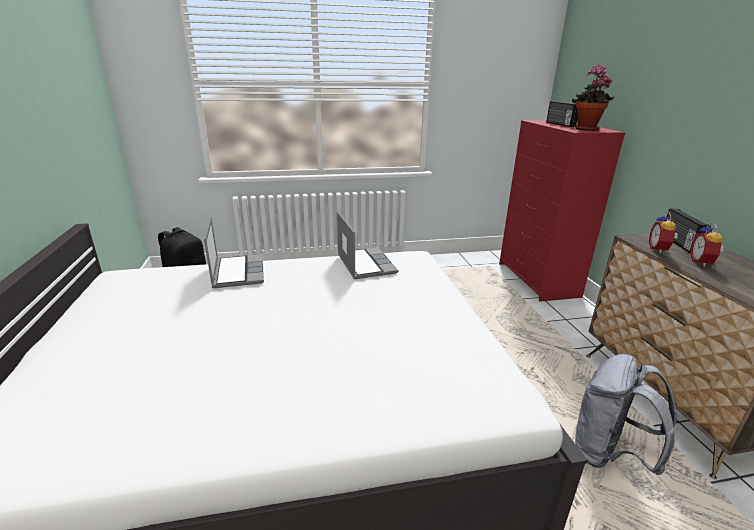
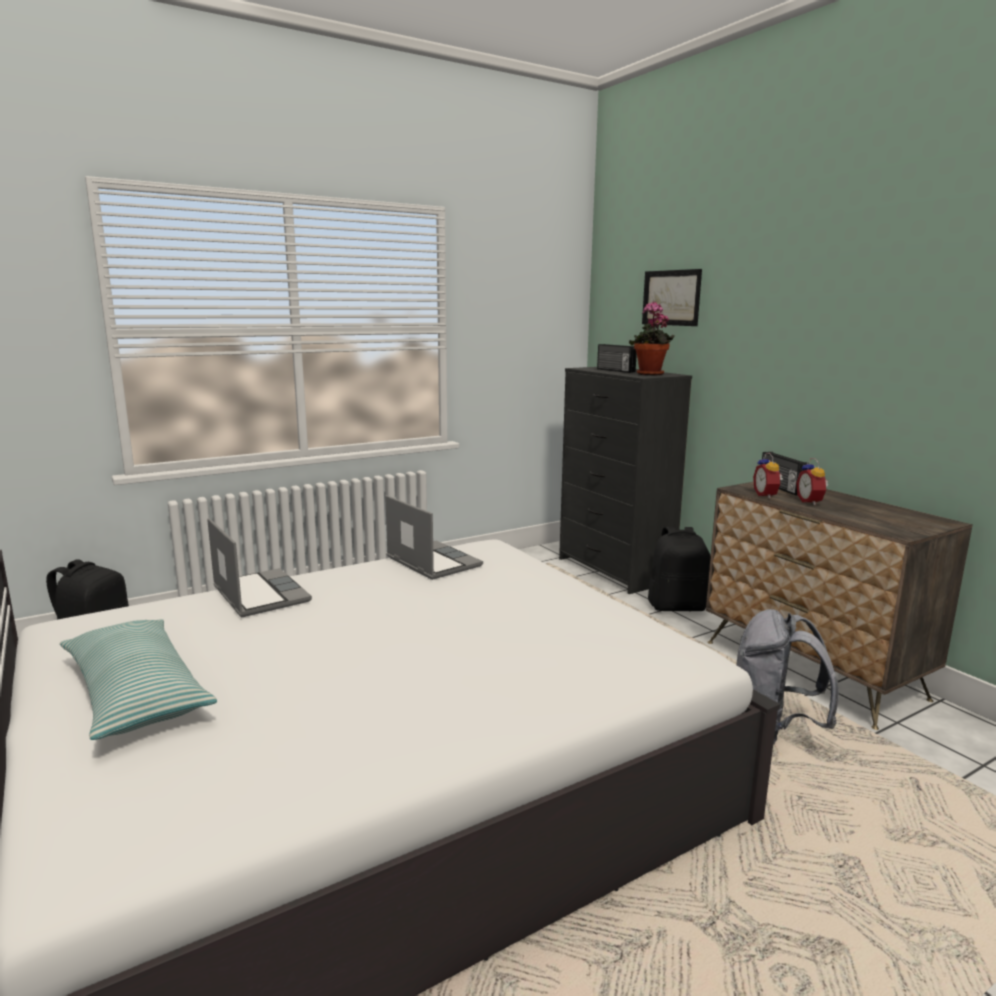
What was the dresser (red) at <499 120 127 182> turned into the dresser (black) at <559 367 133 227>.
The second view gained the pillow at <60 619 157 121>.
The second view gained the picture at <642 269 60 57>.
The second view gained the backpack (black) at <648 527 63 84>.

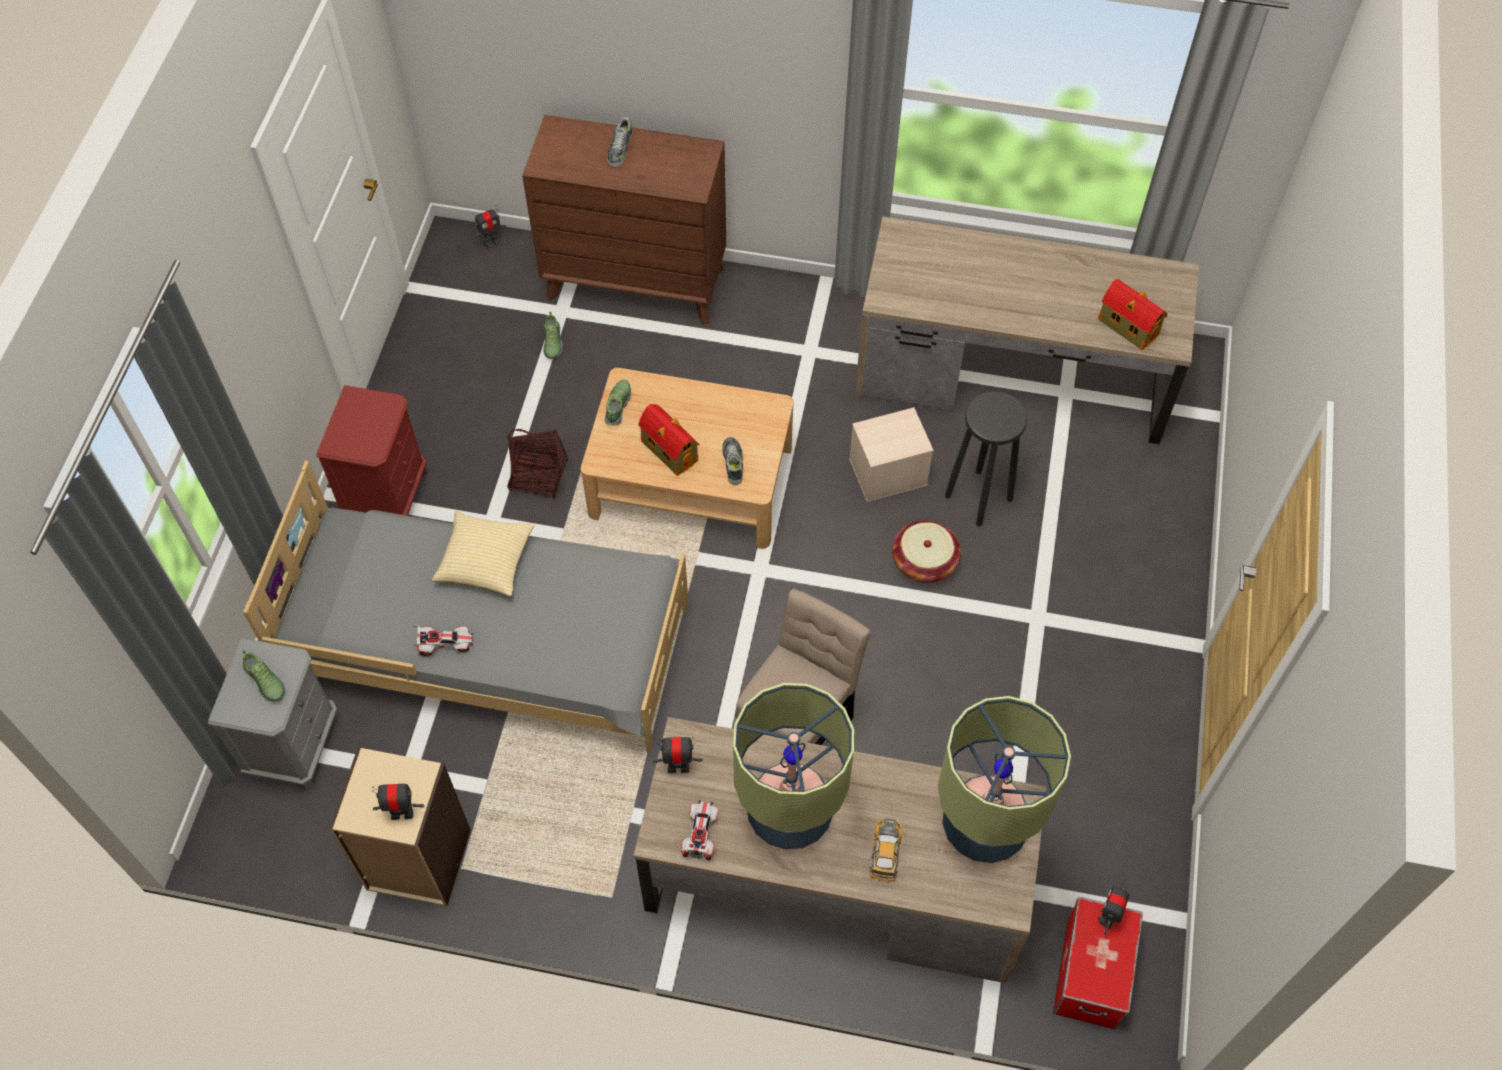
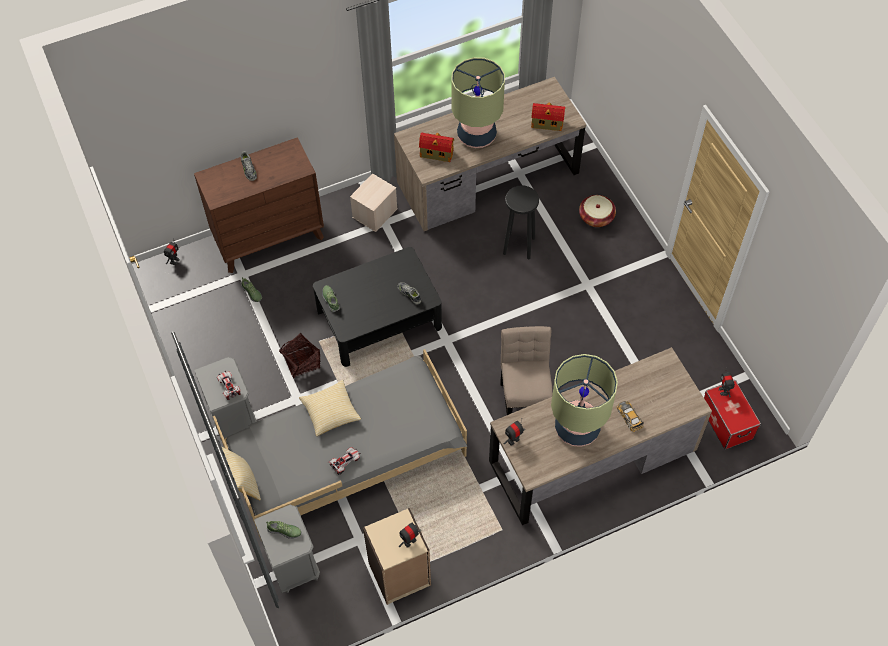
What was the nightstand (red) at <317 385 110 131> turned into the nightstand (grey) at <194 357 63 84>.
What was the coffee table (beige) at <581 368 213 181> turned into the coffee table (black) at <313 247 129 120>.
The toy house ended up elsewhere, having gone from <638 404 61 72> to <419 133 35 29>.
The toy car ended up elsewhere, having gone from <681 800 38 60> to <217 371 24 29>.
The storage box (beige) ended up elsewhere, having gone from <849 407 85 95> to <350 173 48 59>.
The basket ended up elsewhere, having gone from <892 520 69 63> to <579 195 37 32>.
The table lamp ended up elsewhere, having gone from <937 696 134 168> to <451 57 54 91>.
The second view gained the pillow at <222 447 39 53>.

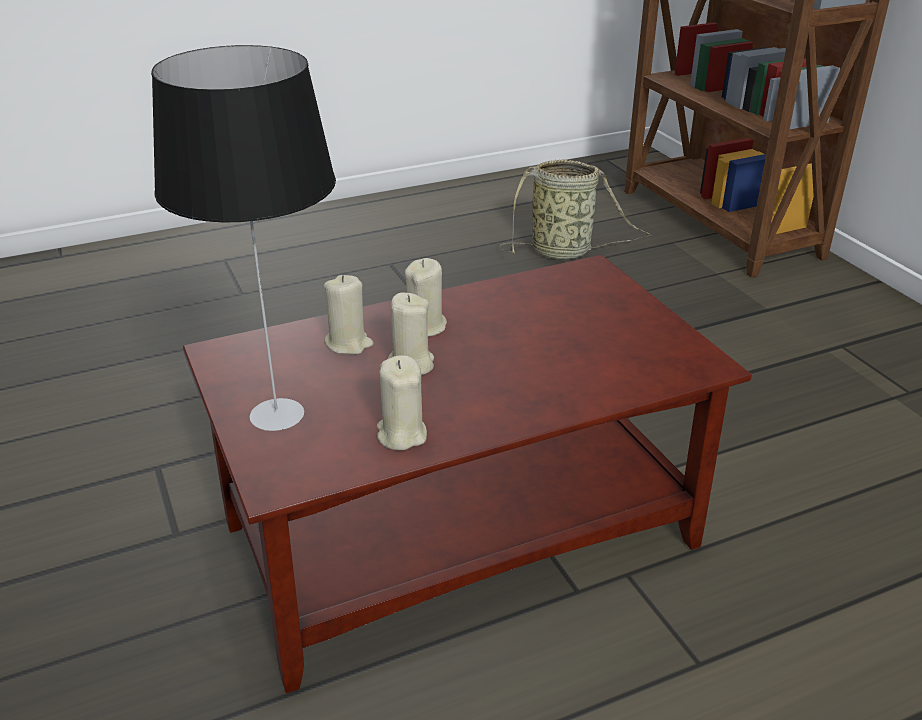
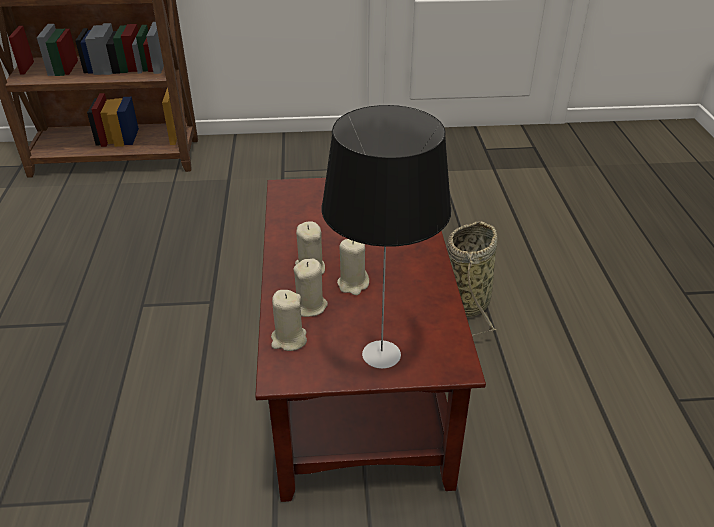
The candle (beige) ended up elsewhere, having gone from <377 355 50 95> to <271 290 36 61>.
The basket ended up elsewhere, having gone from <500 159 151 100> to <447 221 50 114>.

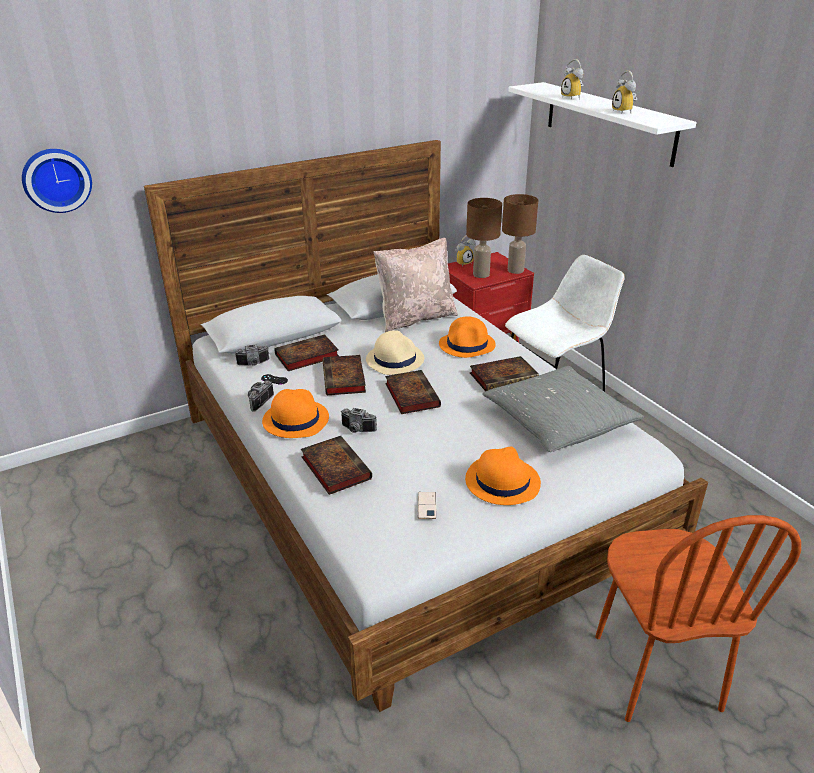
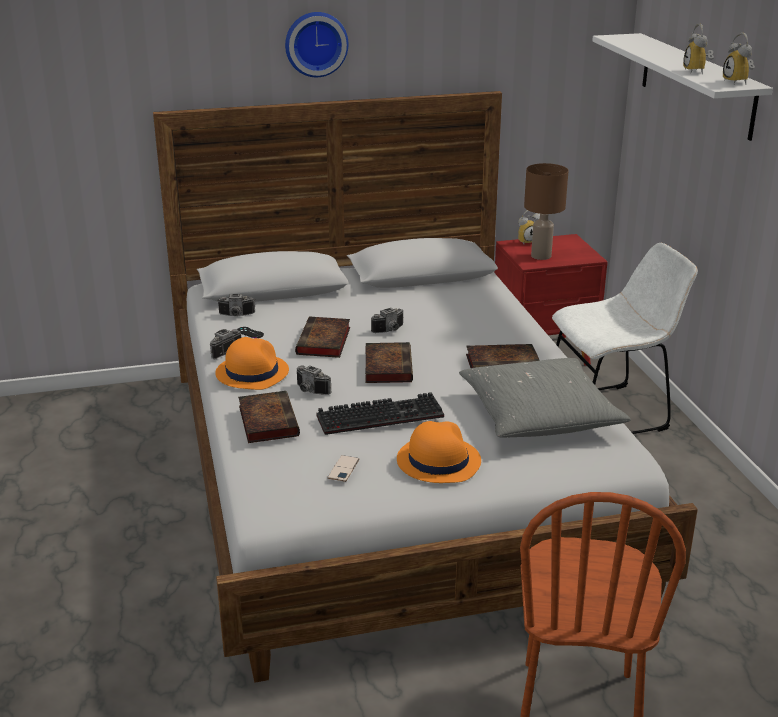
The wall clock ended up elsewhere, having gone from <22 149 70 64> to <285 12 63 65>.
The second view lost the book at <274 334 65 37>.
Where the hat (beige) stood at <366 330 58 45>, the photo camera came to stand at <371 308 33 25>.
The second view lost the pillow (beige) at <374 238 84 94>.
The second view lost the hat (orange) at <439 316 57 42>.
The second view lost the table lamp (brown) at <502 194 36 80>.
The alarm clock ended up elsewhere, having gone from <561 59 23 41> to <723 33 32 52>.
The second view gained the keyboard at <317 392 127 43>.

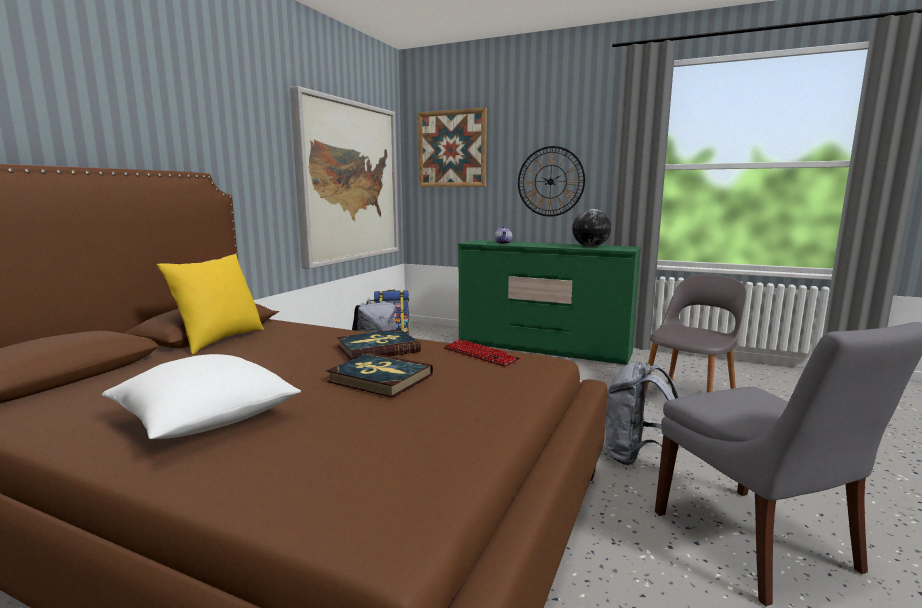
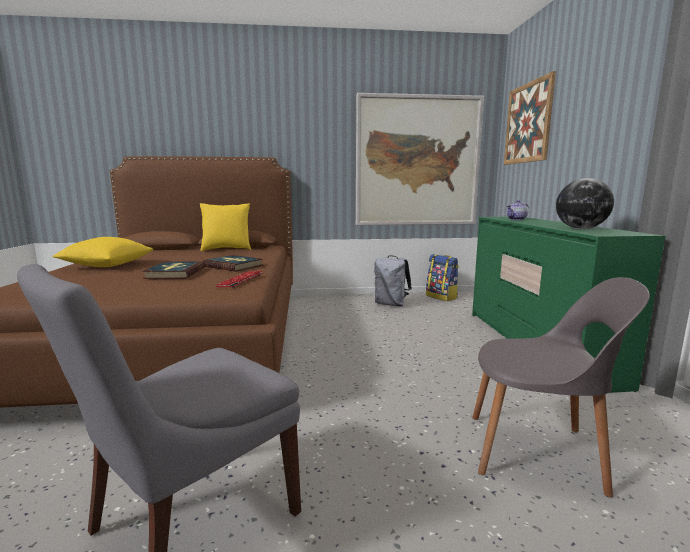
What was the pillow (white) at <102 354 199 85> turned into the pillow (yellow) at <52 237 101 30>.
The second view lost the wall clock at <518 146 67 71>.
The second view lost the backpack (grey) at <605 362 74 103>.

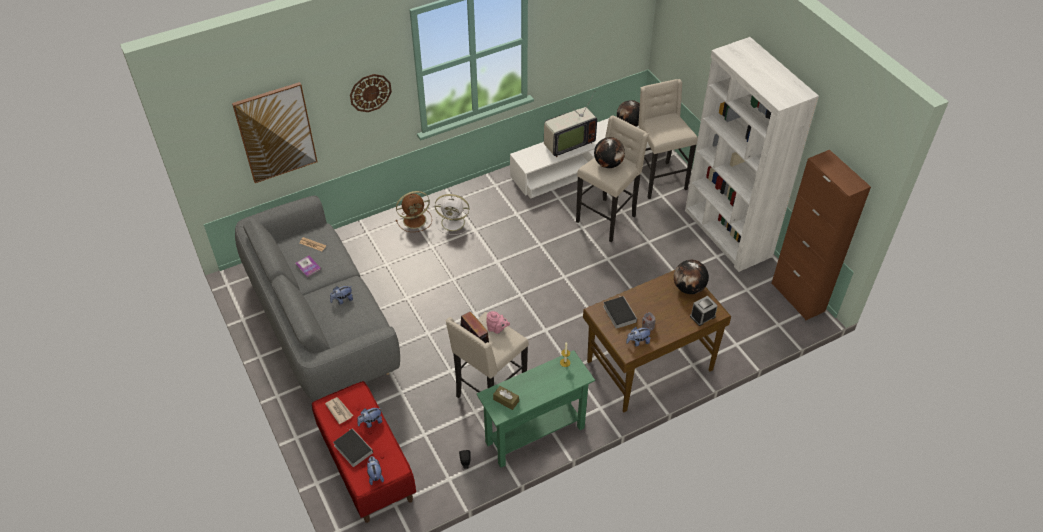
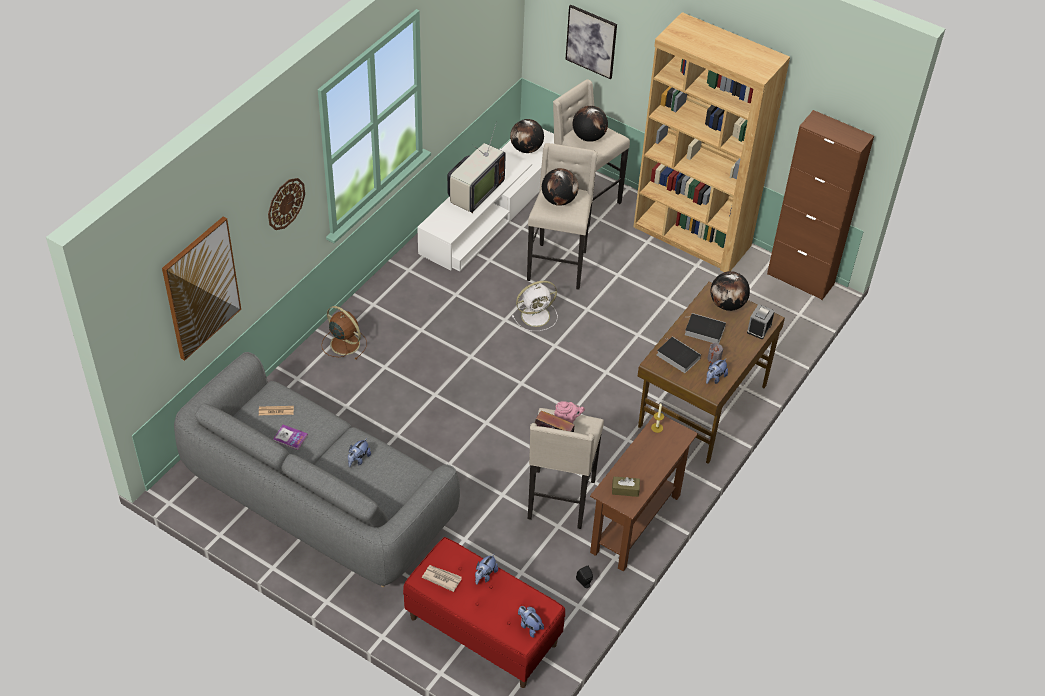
The book ended up elsewhere, having gone from <333 428 40 39> to <685 313 41 31>.
The fan (brown) at <396 191 36 41> ended up facing another way, 90 degrees counterclockwise from before.
The fan (white) ended up elsewhere, having gone from <435 194 36 41> to <512 281 46 50>.
What was the console table (green) at <476 350 119 118> turned into the console table (brown) at <590 412 108 160>.
What was the bookcase (white) at <685 37 134 235> turned into the bookcase (brown) at <633 12 157 260>.
The second view gained the picture at <565 5 52 74>.
The second view gained the globe at <572 106 36 36>.

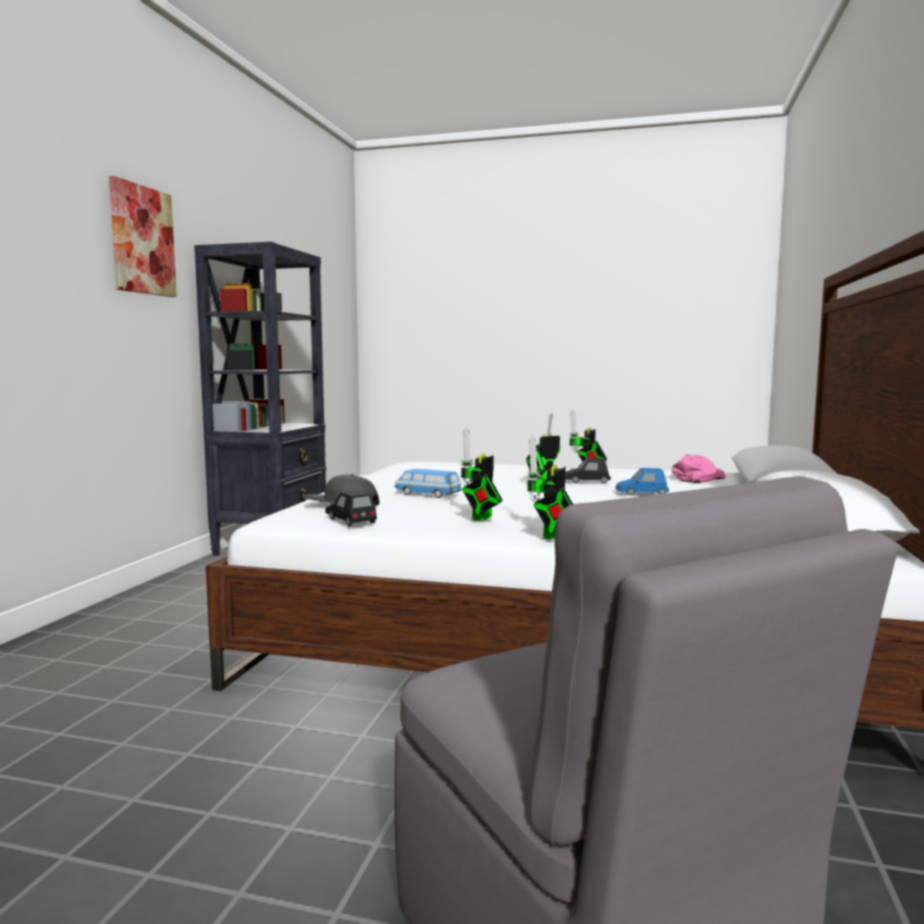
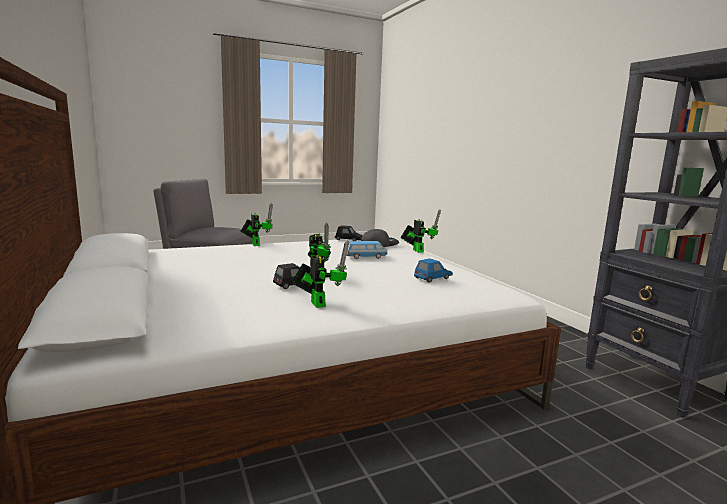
The second view lost the picture at <109 176 68 121>.
The toy robot ended up elsewhere, having gone from <460 427 42 94> to <401 210 40 43>.
The toy car (blue) ended up elsewhere, having gone from <615 468 54 28> to <414 259 39 24>.
The second view lost the cap (pink) at <671 455 54 28>.

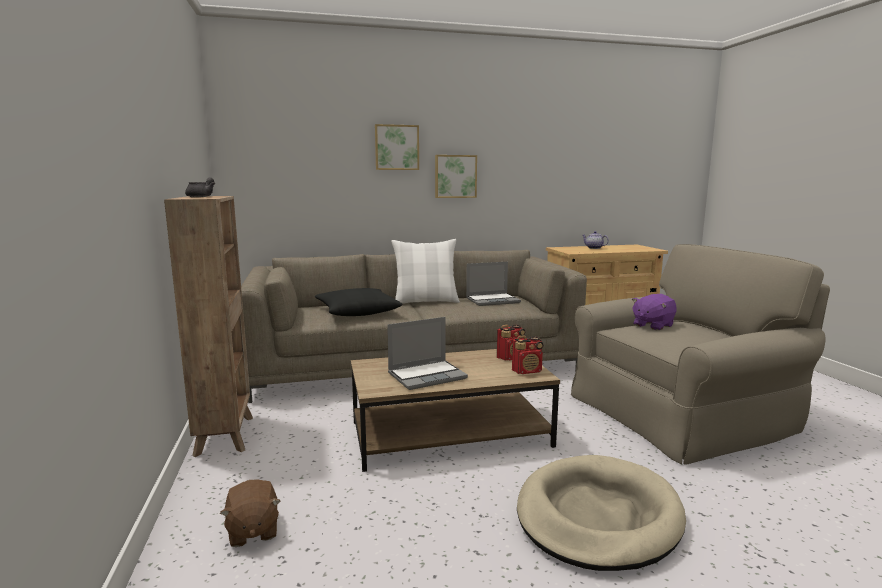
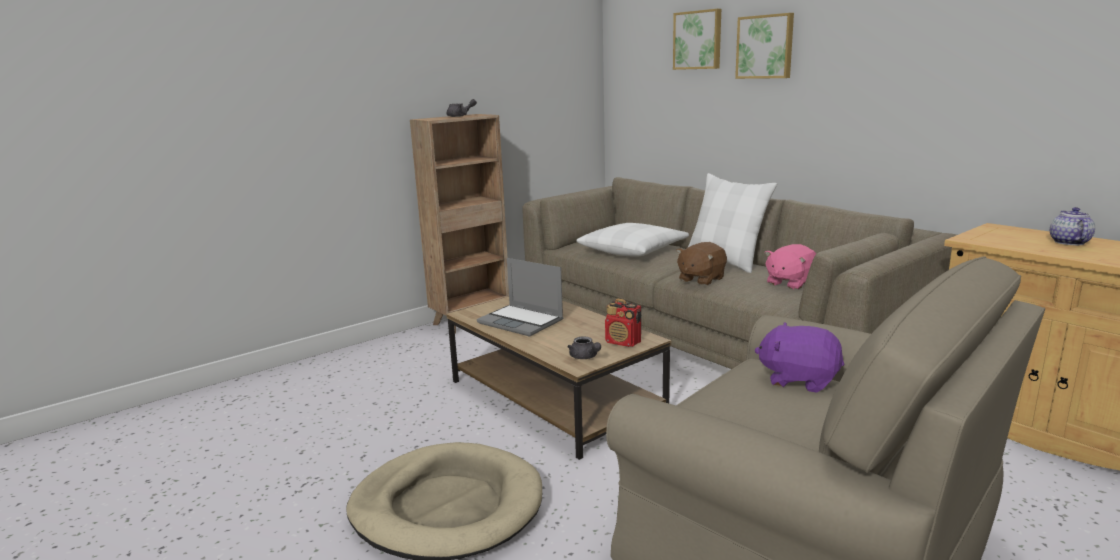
The plush toy (brown) ended up elsewhere, having gone from <220 479 60 68> to <676 242 51 44>.
What was the pillow (black) at <315 288 87 28> turned into the pillow (white) at <576 223 113 34>.
The picture ended up elsewhere, having gone from <435 155 42 43> to <673 9 48 61>.
Where the laptop stood at <466 262 55 44>, the plush toy (pink) came to stand at <765 244 51 46>.
Where the radio stood at <512 335 32 39>, the teapot (grey) came to stand at <567 336 34 23>.

